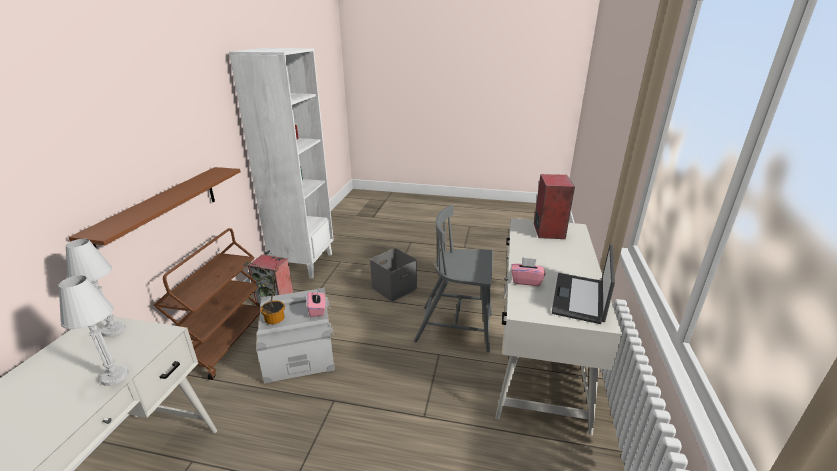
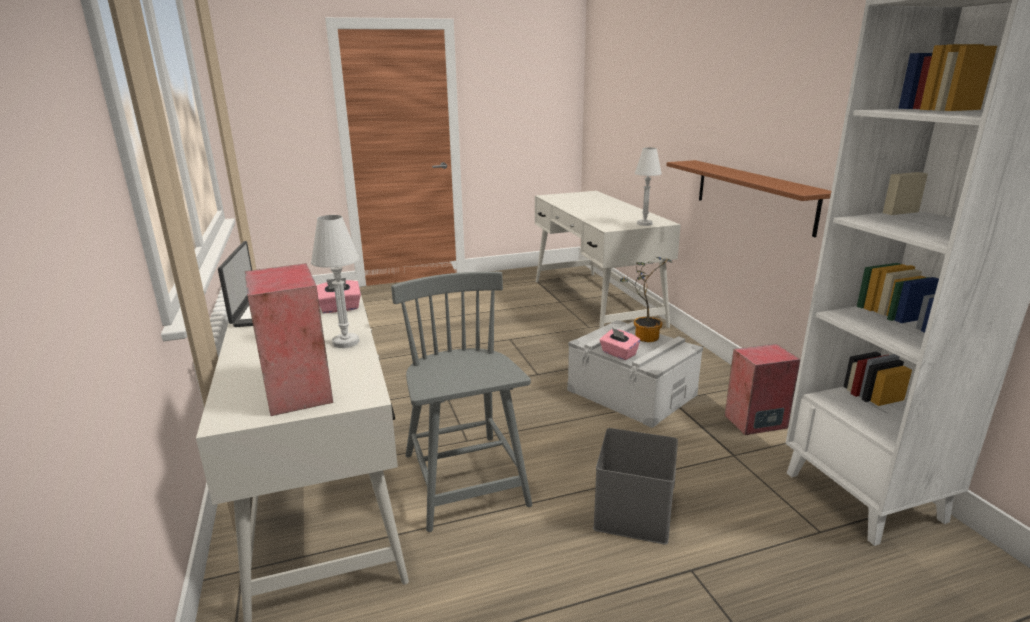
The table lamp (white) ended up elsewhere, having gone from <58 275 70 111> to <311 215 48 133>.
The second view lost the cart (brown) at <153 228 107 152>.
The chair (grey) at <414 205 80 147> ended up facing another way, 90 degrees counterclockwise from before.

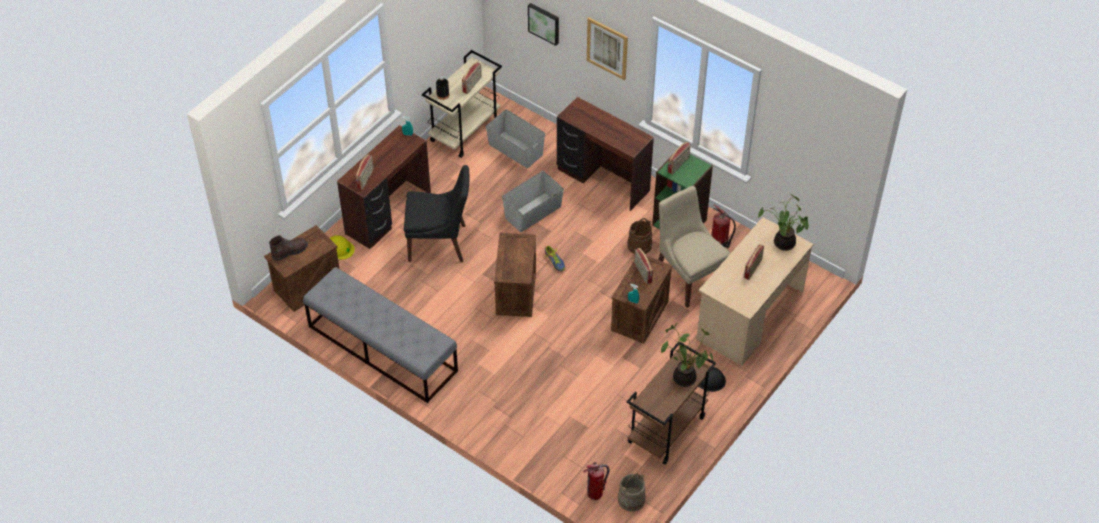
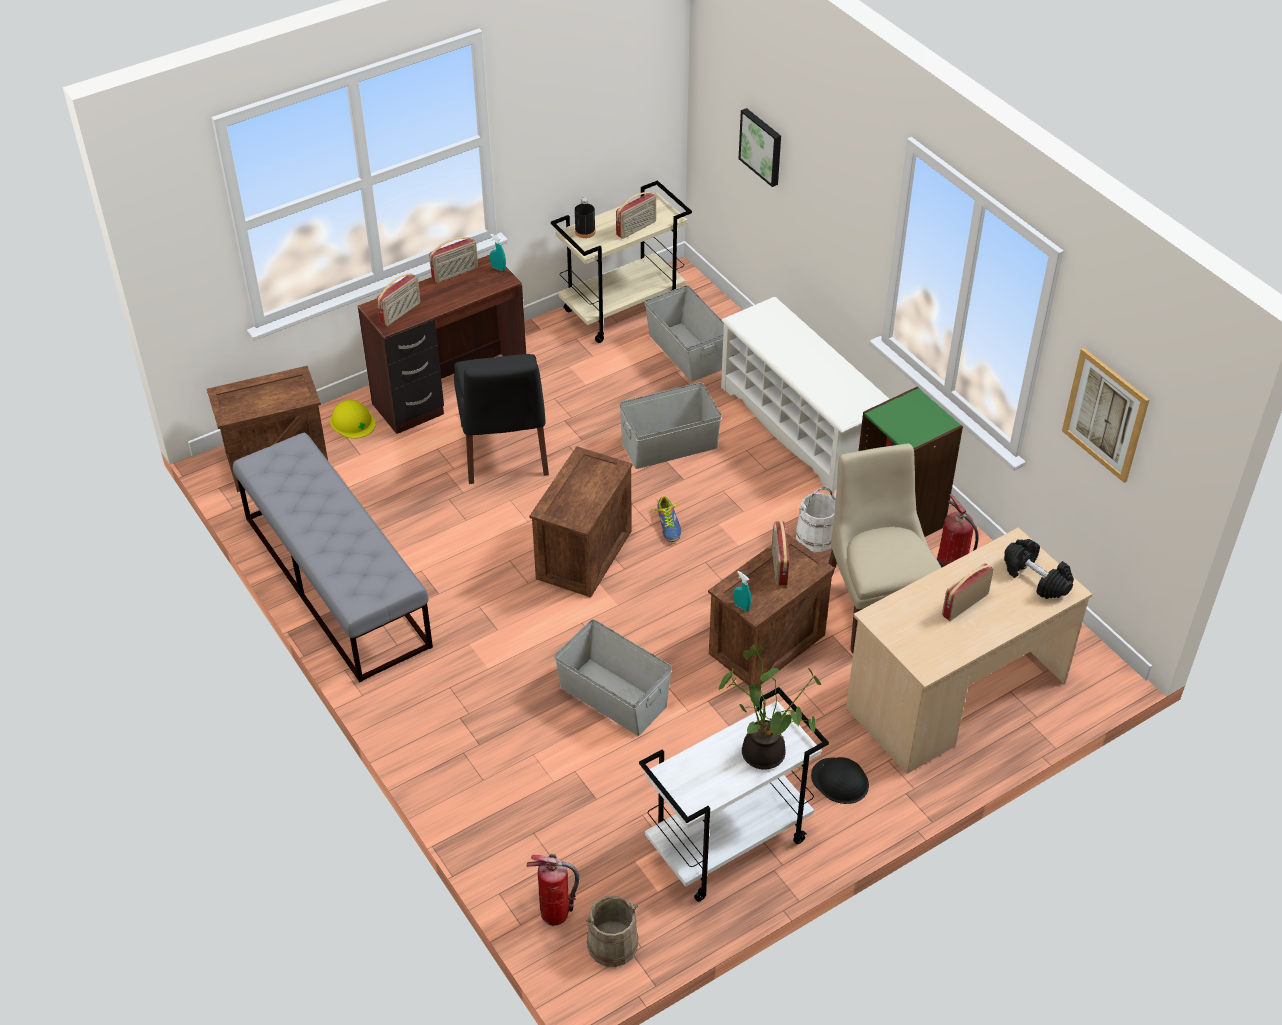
The second view lost the boot (brown) at <269 235 39 26>.
The chair (black) at <404 165 65 97> ended up facing another way, 60 degrees clockwise from before.
Where the desk (brown) stood at <557 97 97 114>, the shoe rack (white) came to stand at <721 297 168 197>.
The picture ended up elsewhere, having gone from <587 18 41 62> to <1062 348 88 135>.
What was the cart (brown) at <627 341 89 124> turned into the cart (white) at <639 687 190 215>.
What was the bucket (brown) at <628 218 24 36> turned into the bucket (white) at <796 487 40 65>.
The radio ended up elsewhere, having gone from <668 142 23 33> to <429 237 49 46>.
Where the potted plant stood at <758 194 51 57>, the dumbbell (black) came to stand at <1004 539 70 60>.
The second view gained the storage box (grey) at <554 619 118 117>.

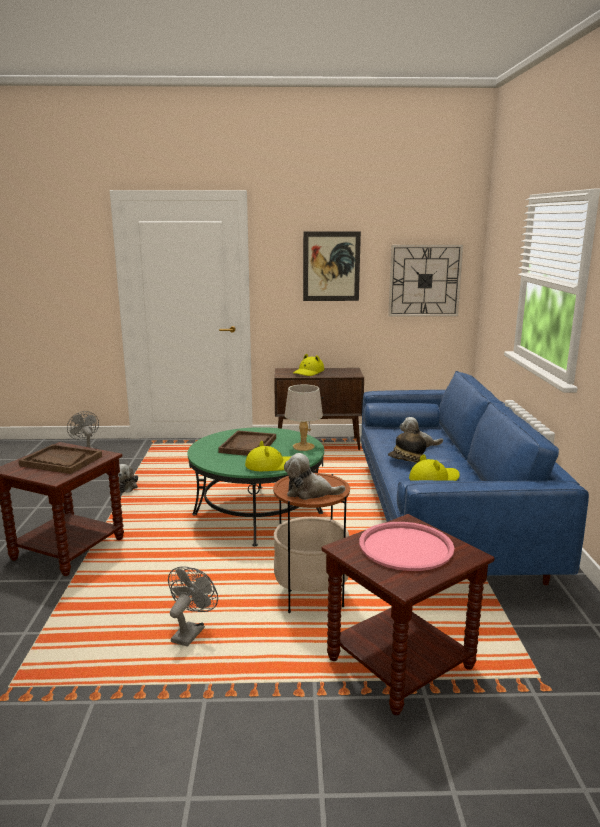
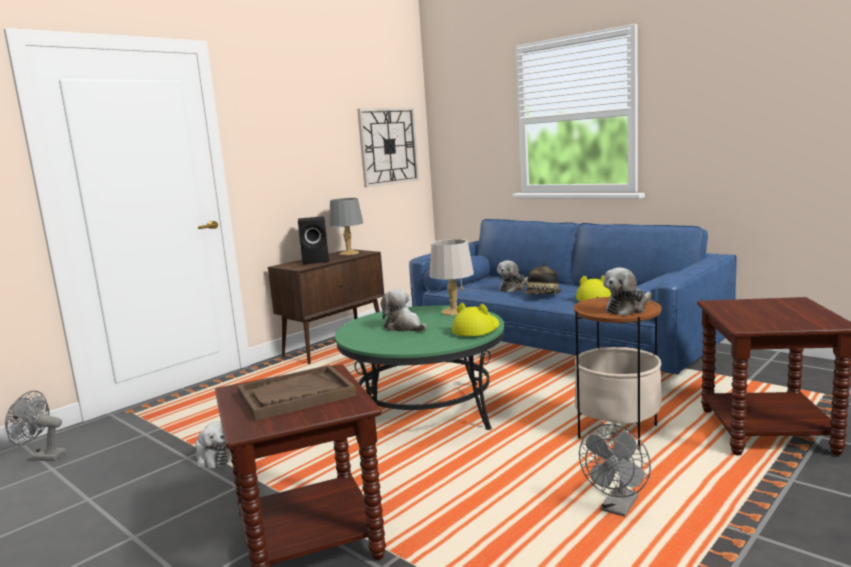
The fan (grey) at <168 566 50 81> ended up facing another way, 120 degrees counterclockwise from before.
Where the tray (brown) stood at <218 431 58 25>, the plush toy came to stand at <381 289 46 43>.
Where the hat (yellow) stood at <293 354 32 22>, the speaker (black) came to stand at <298 216 31 48>.
The second view lost the picture at <303 231 58 70>.
The second view lost the tray (pink) at <359 522 96 49>.
The second view gained the table lamp (grey) at <329 198 34 57>.

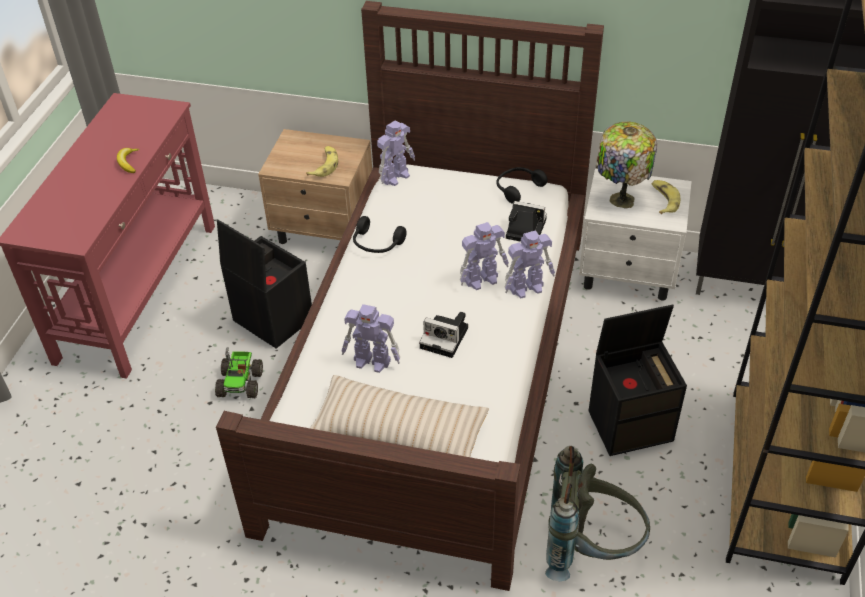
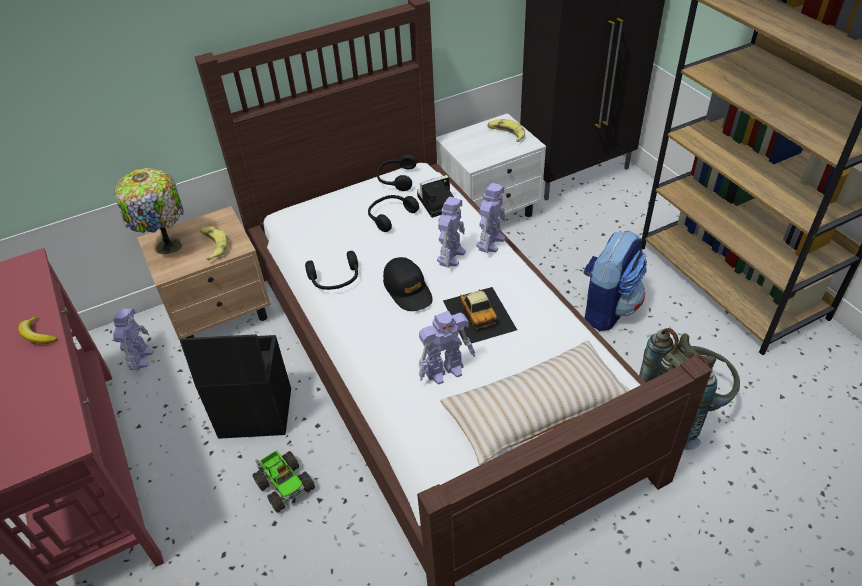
The toy robot ended up elsewhere, having gone from <377 120 38 66> to <113 309 41 63>.
Where the photo camera stood at <419 312 49 46>, the toy car came to stand at <443 287 74 57>.
Where the storage box (black) stood at <589 305 98 151>, the backpack came to stand at <583 230 64 101>.
The table lamp ended up elsewhere, having gone from <596 121 61 88> to <114 168 70 86>.
The second view gained the headphones (black) at <368 195 51 37>.
The second view gained the cap (black) at <383 257 49 54>.

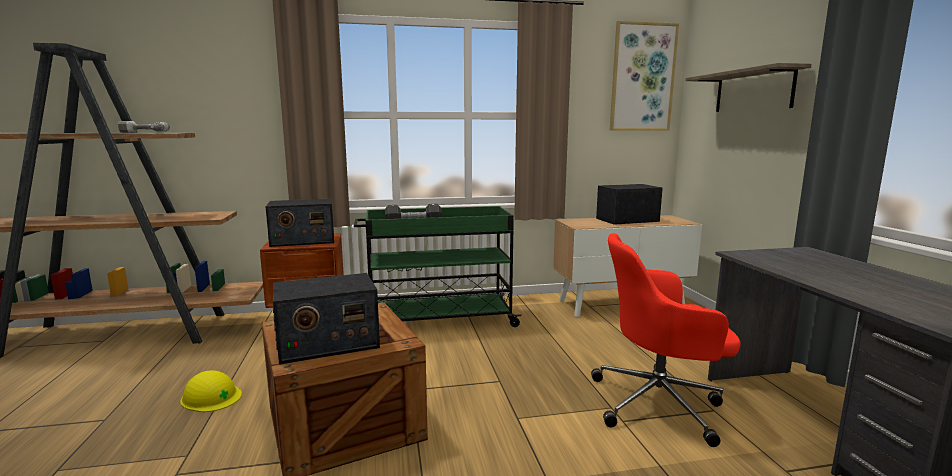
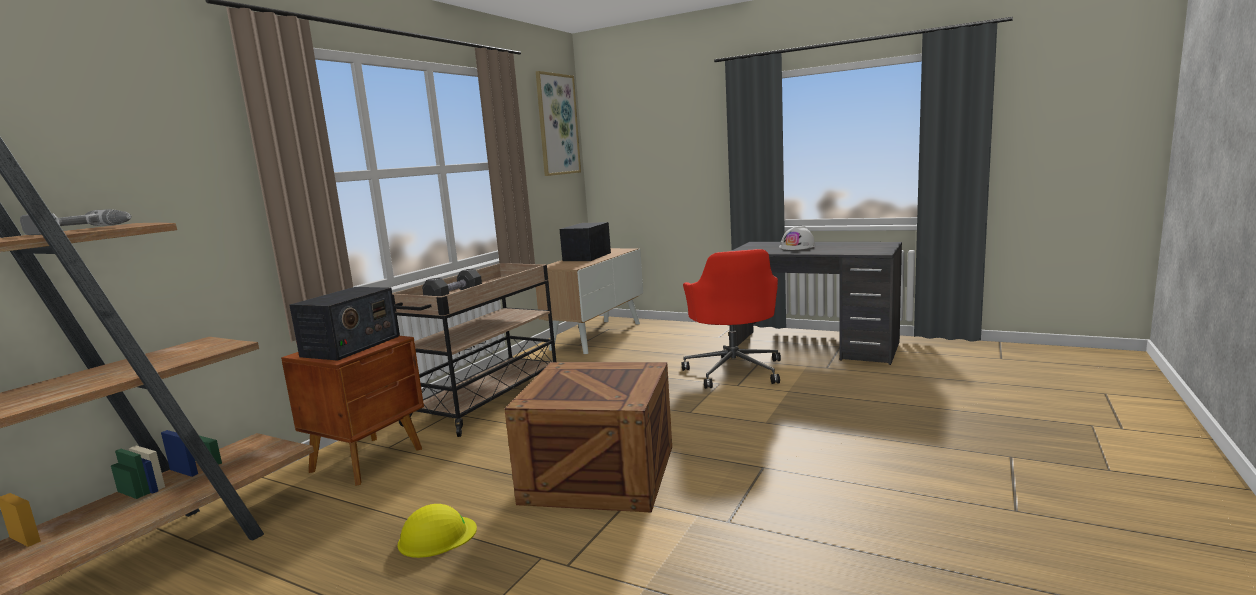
The second view lost the radio at <273 273 107 91>.
What was the cart (green) at <354 206 167 121> turned into the cart (beige) at <392 263 164 174>.
The office chair (red) at <591 233 150 214> ended up facing another way, 45 degrees counterclockwise from before.
The second view lost the shelf at <685 63 126 49>.
The second view gained the hard hat (white) at <779 226 36 24>.

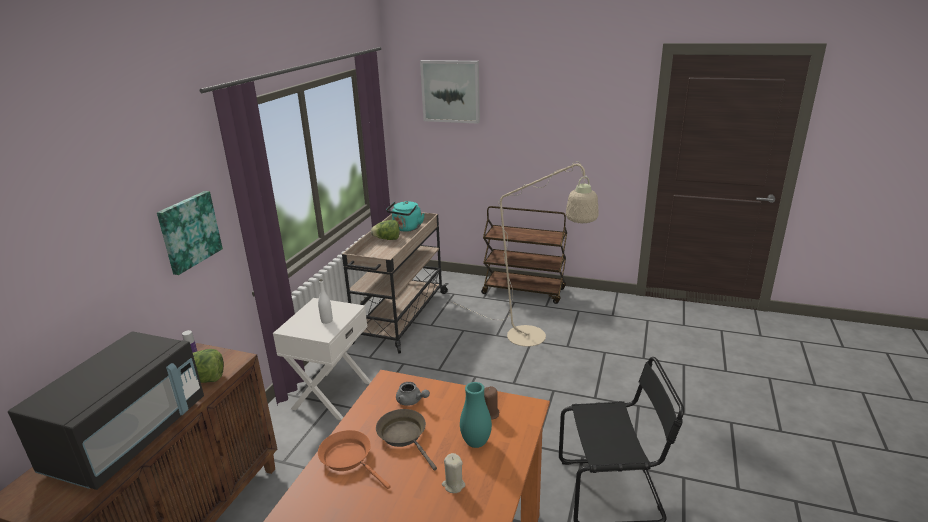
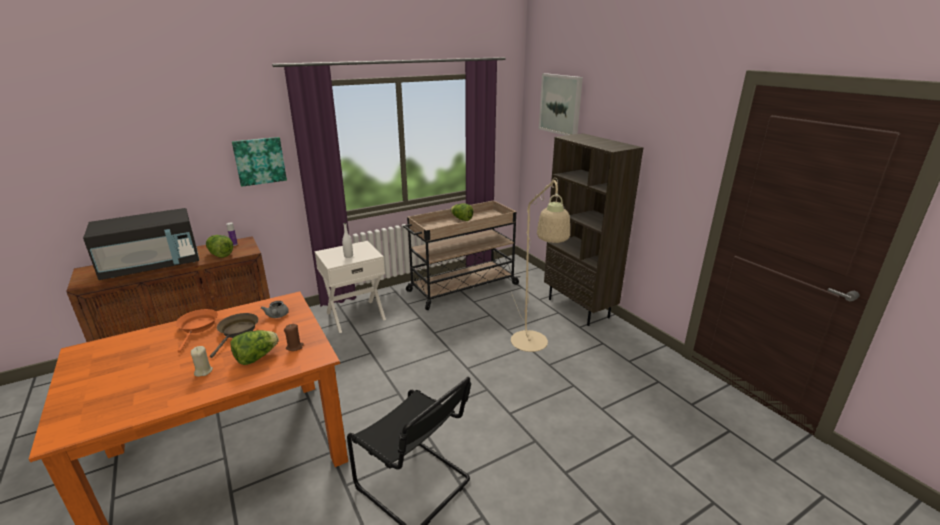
The second view lost the kettle (turquoise) at <386 201 38 31>.
Where the vase (turquoise) stood at <460 382 32 66>, the lettuce came to stand at <230 330 49 35>.
Where the cart (brown) stood at <481 206 86 98>, the bookcase (brown) came to stand at <544 133 99 193>.

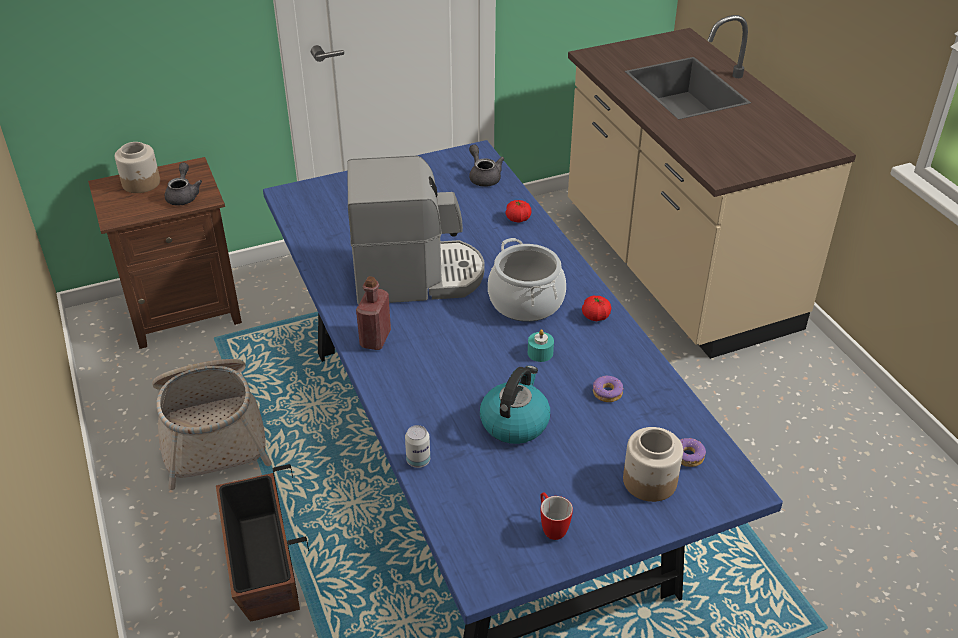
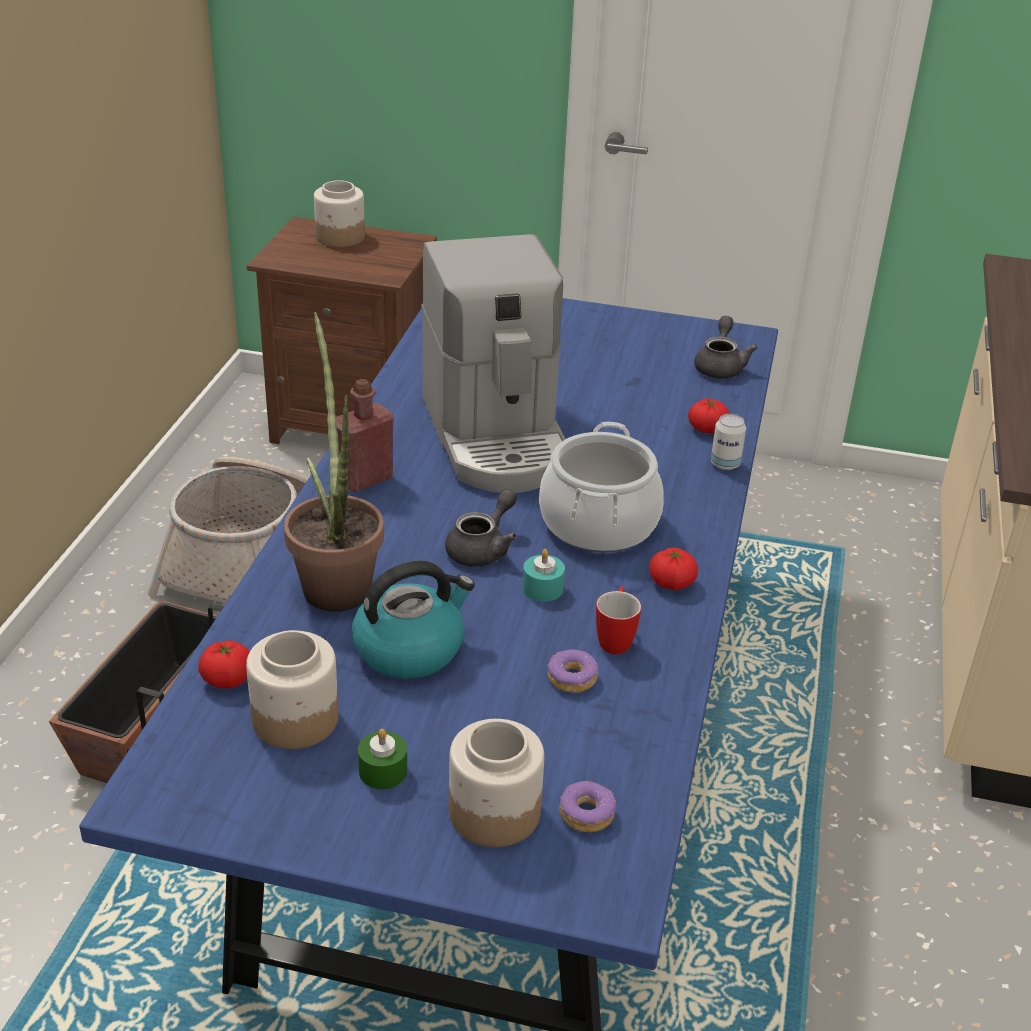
The teapot (grey) ended up elsewhere, having gone from <165 163 37 43> to <445 489 72 78>.
The coffee machine at <347 155 137 149> ended up facing another way, 45 degrees clockwise from before.
The can ended up elsewhere, having gone from <405 425 25 43> to <711 414 35 56>.
The mug ended up elsewhere, having gone from <540 492 33 48> to <596 587 45 67>.
The second view gained the tomato at <198 640 52 48>.
The second view gained the jar at <246 630 92 119>.
The second view gained the potted plant at <284 312 100 300>.
The second view gained the candle (green) at <358 729 49 60>.

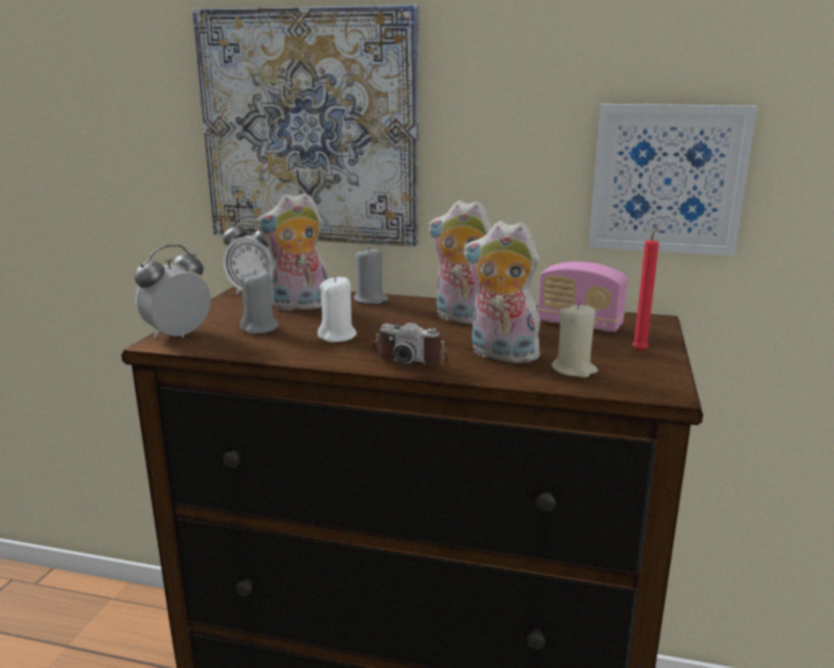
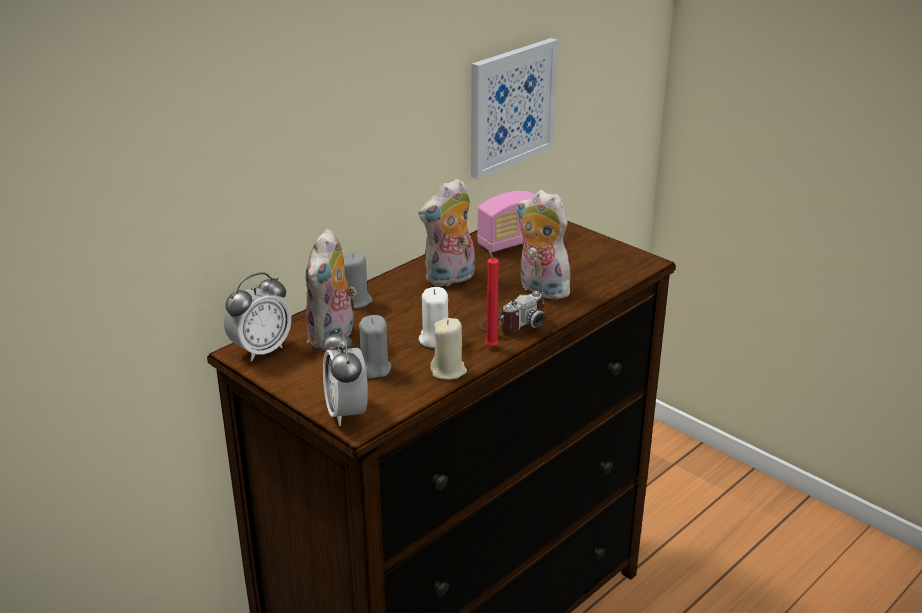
The second view lost the picture at <192 4 227 243>.
The plush toy at <464 221 79 142> ended up facing another way, 75 degrees clockwise from before.
The candle (beige) ended up elsewhere, having gone from <552 302 46 76> to <430 318 37 62>.
The candle (red) ended up elsewhere, having gone from <632 226 27 125> to <485 245 14 102>.

